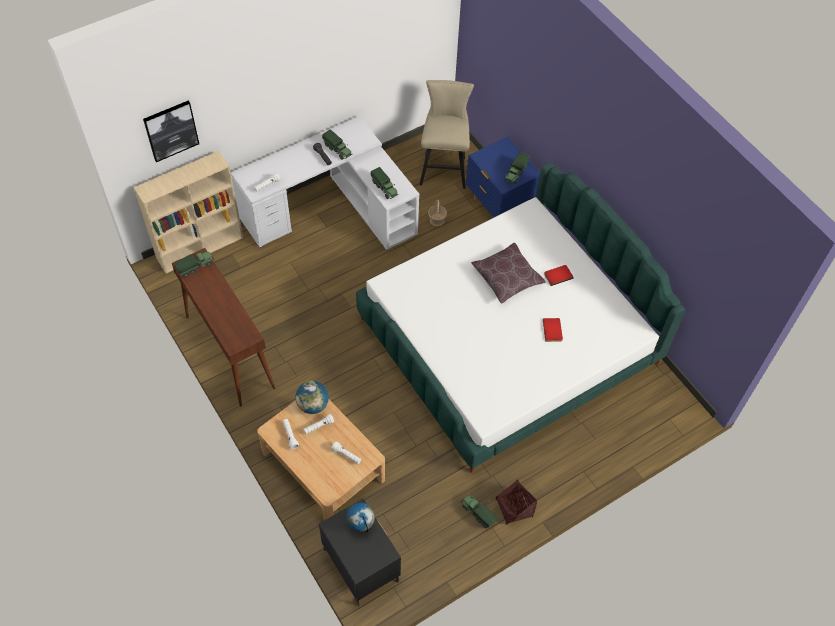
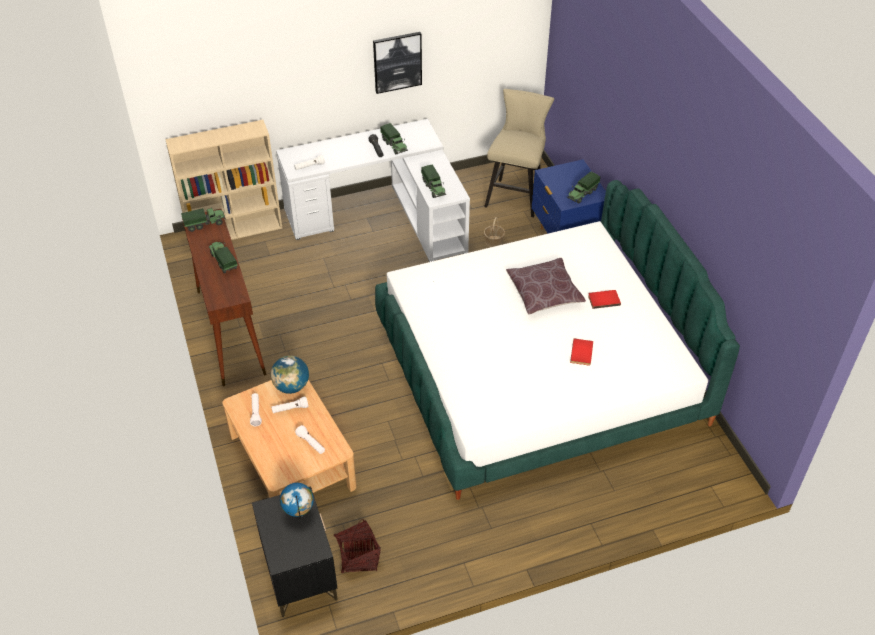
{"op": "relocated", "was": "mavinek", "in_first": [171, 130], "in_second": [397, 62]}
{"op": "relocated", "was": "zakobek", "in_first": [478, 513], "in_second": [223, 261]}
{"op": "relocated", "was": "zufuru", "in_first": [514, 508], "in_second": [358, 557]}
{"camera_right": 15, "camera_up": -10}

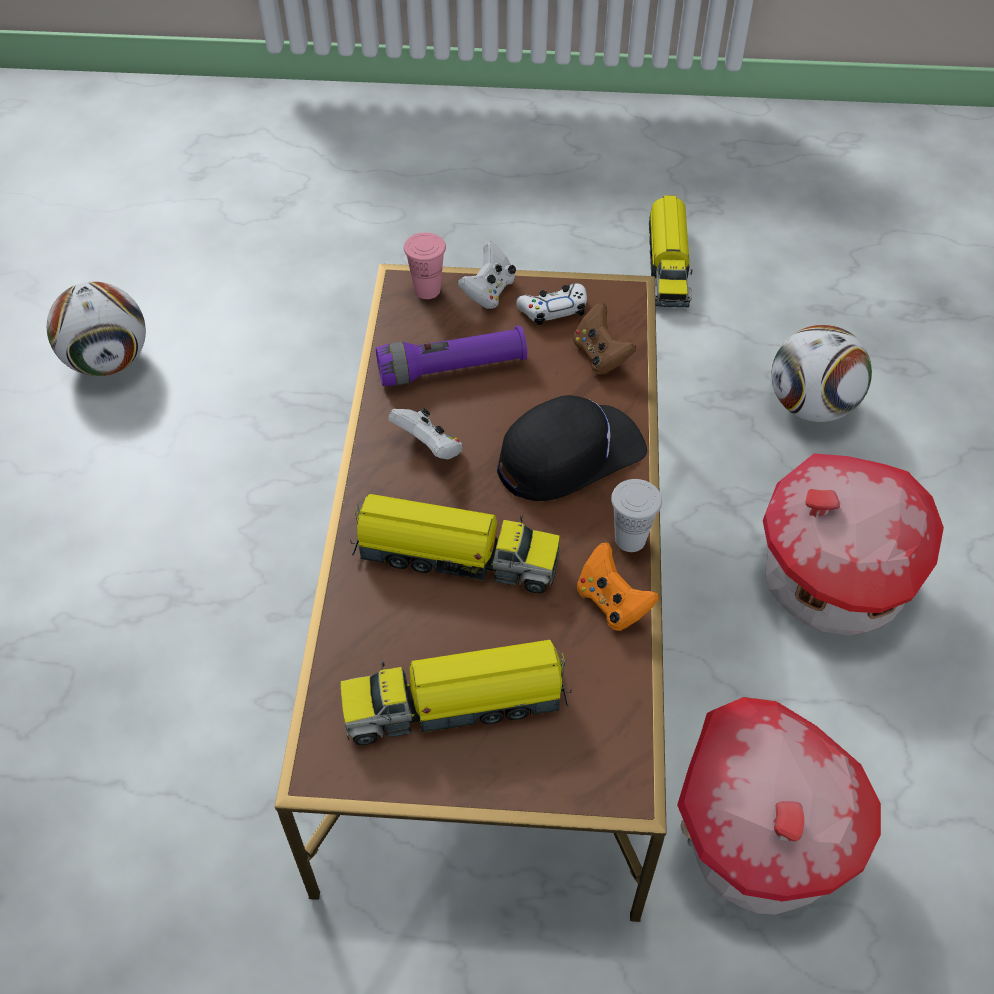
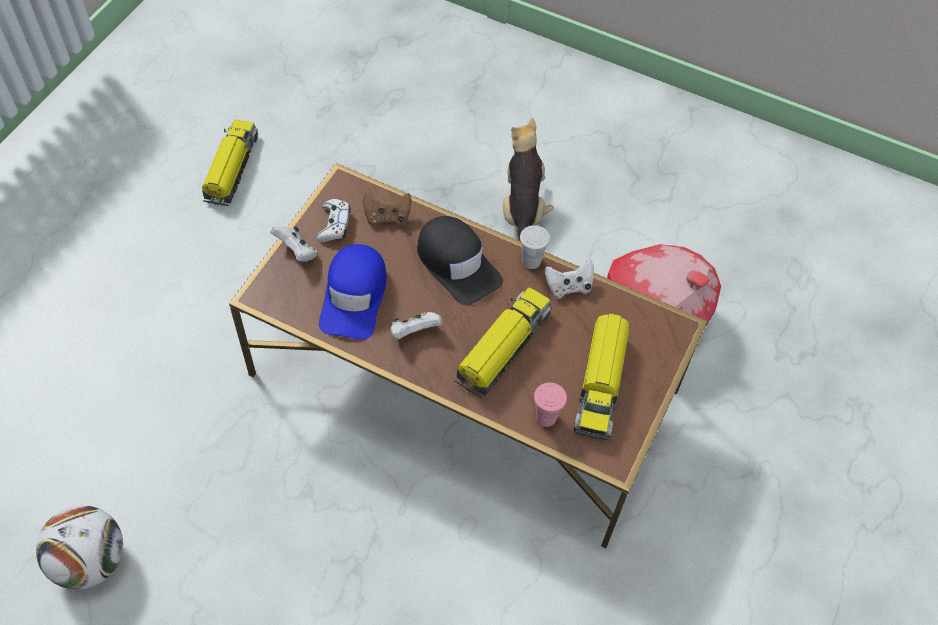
{"op": "missing", "was": "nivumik", "in_first": [811, 406]}
{"op": "relocated", "was": "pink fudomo", "in_first": [427, 290], "in_second": [546, 417]}
{"op": "exchanged", "was": "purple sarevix", "now": "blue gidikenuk", "in_first": [452, 369], "in_second": [354, 297]}
{"op": "exchanged", "was": "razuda", "now": "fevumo", "in_first": [831, 583], "in_second": [523, 210]}
{"op": "colour", "was": "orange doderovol", "now": "white doderovol", "in_first": [612, 602], "in_second": [568, 287]}
{"op": "spun", "was": "black gidikenuk", "in_first": [570, 455], "in_second": [457, 264], "clockwise": 150}
{"op": "spun", "was": "zakobek", "in_first": [667, 265], "in_second": [231, 169], "clockwise": -105}
{"camera_right": -70, "camera_up": 5}

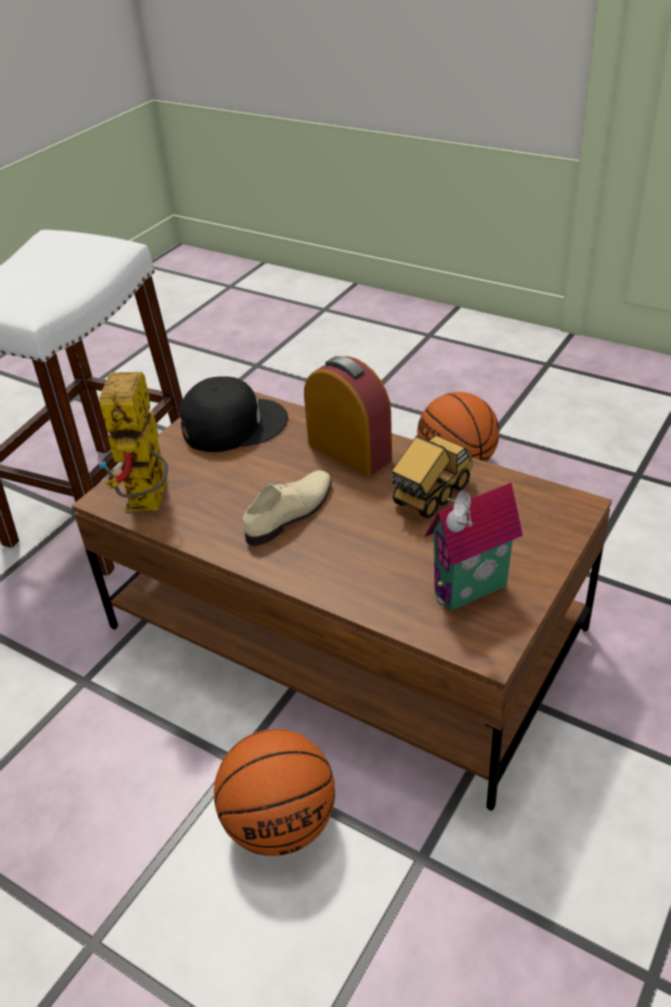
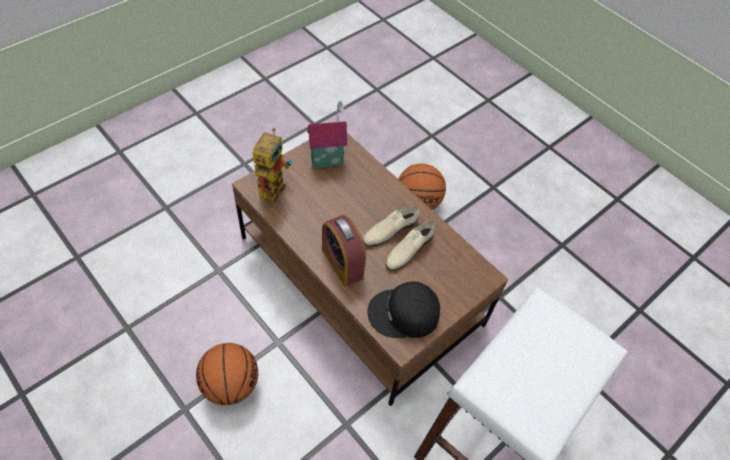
{"op": "missing", "was": "zakobek", "in_first": [430, 496]}
{"op": "appeared", "now": "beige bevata", "in_second": [408, 249]}
{"op": "relocated", "was": "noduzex", "in_first": [150, 503], "in_second": [272, 186]}
{"camera_right": -170, "camera_up": 15}

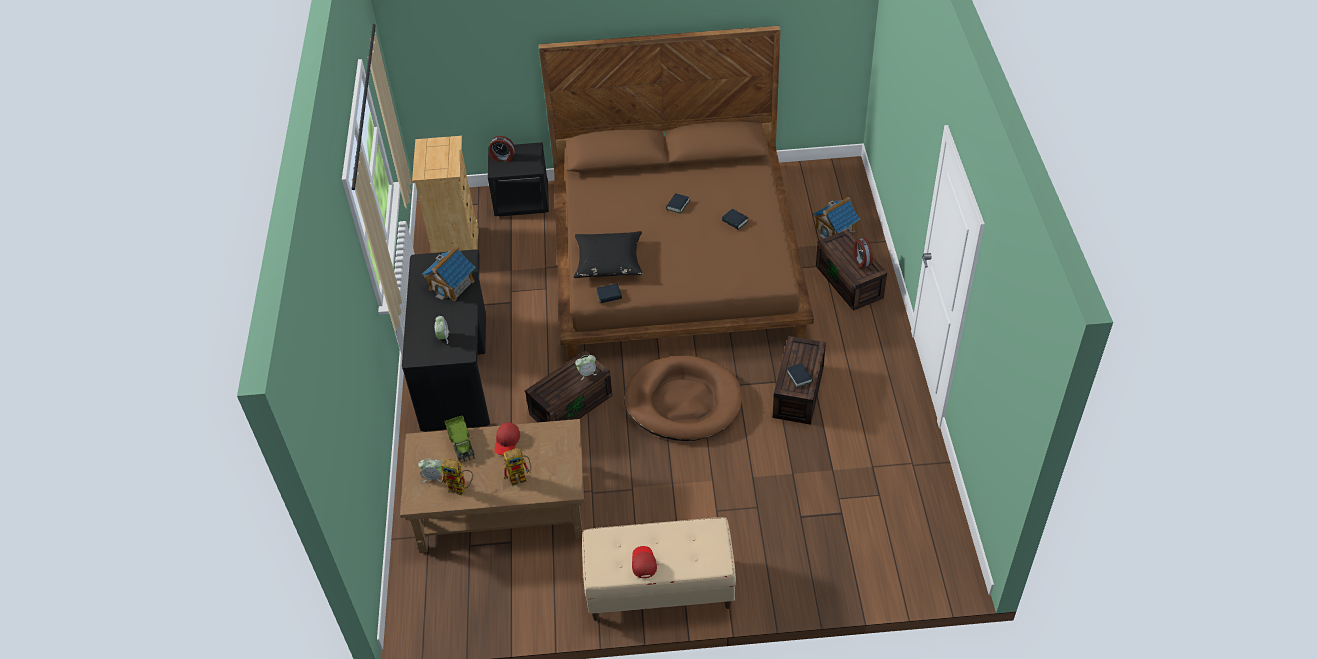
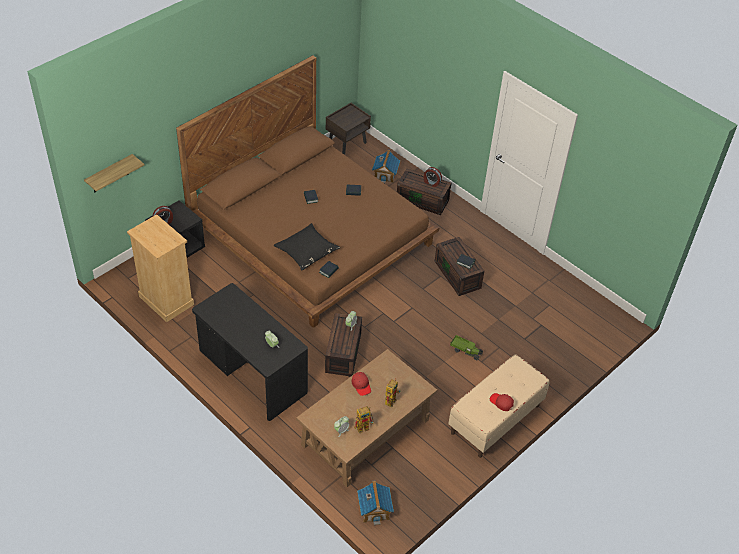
{"op": "missing", "was": "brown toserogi", "in_first": [683, 402]}
{"op": "appeared", "now": "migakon", "in_second": [109, 174]}
{"op": "appeared", "now": "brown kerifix", "in_second": [347, 144]}
{"op": "relocated", "was": "razuda", "in_first": [452, 285], "in_second": [374, 509]}
{"op": "relocated", "was": "zakobek", "in_first": [461, 444], "in_second": [466, 351]}
{"camera_right": -45, "camera_up": 0}

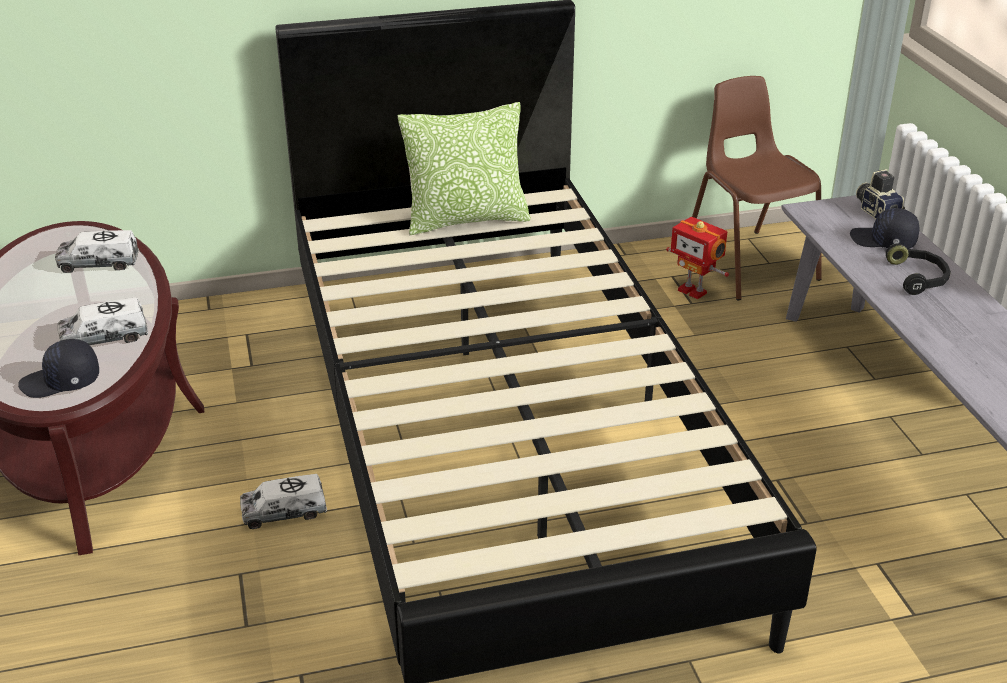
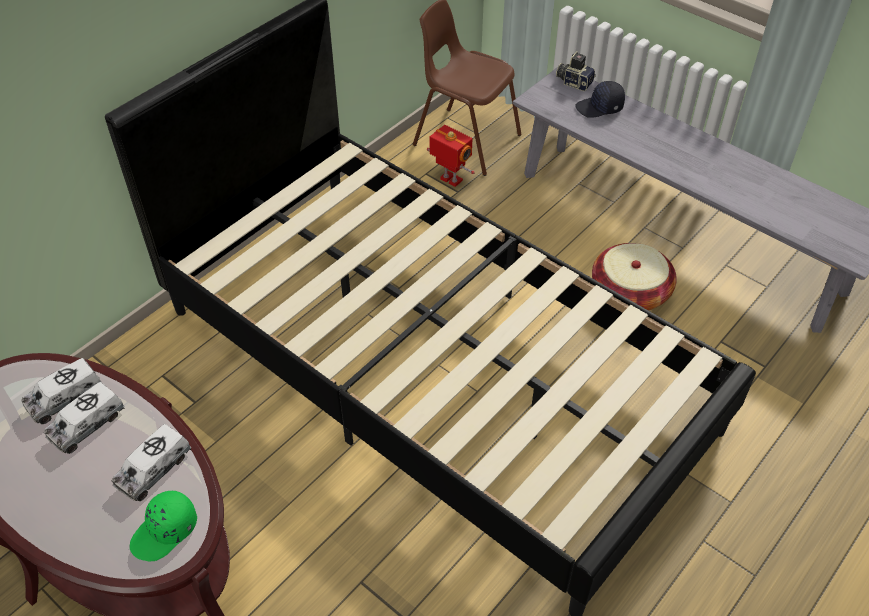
{"op": "missing", "was": "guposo", "in_first": [466, 220]}
{"op": "missing", "was": "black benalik", "in_first": [918, 278]}
{"op": "appeared", "now": "zufuru", "in_second": [630, 293]}
{"op": "relocated", "was": "zakobek", "in_first": [284, 512], "in_second": [87, 425]}
{"op": "colour", "was": "black gidikenuk", "now": "green gidikenuk", "in_first": [61, 382], "in_second": [165, 532]}
{"op": "spun", "was": "noduzex", "in_first": [693, 291], "in_second": [450, 180], "clockwise": -150}
{"camera_right": -35, "camera_up": 15}

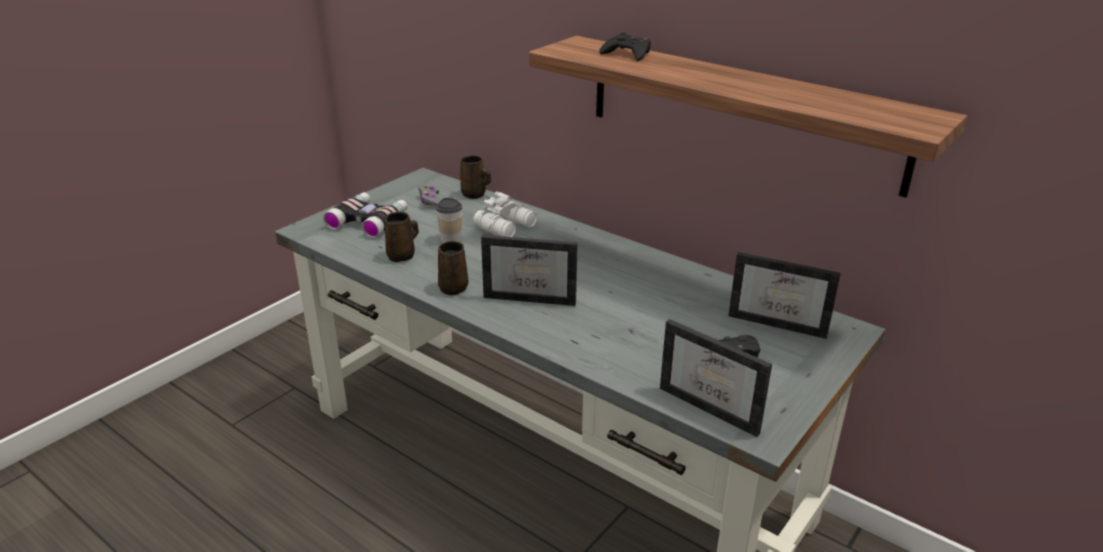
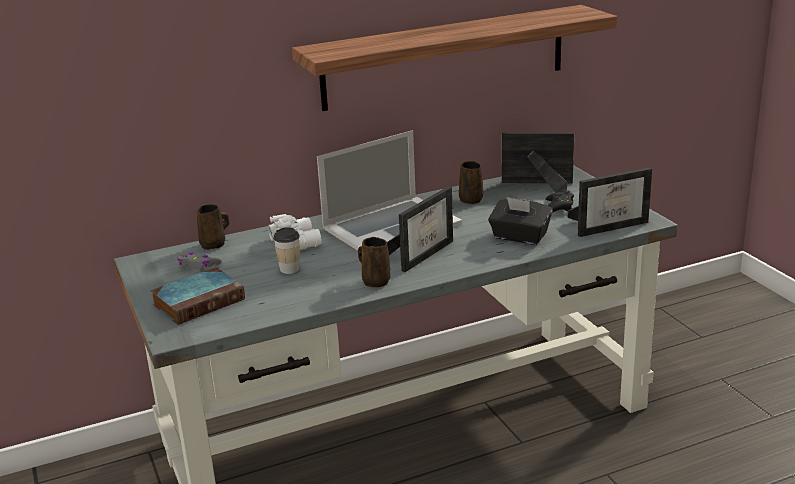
{"op": "missing", "was": "black doderovol", "in_first": [627, 54]}
{"op": "appeared", "now": "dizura", "in_second": [391, 226]}
{"op": "appeared", "now": "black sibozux", "in_second": [519, 237]}
{"op": "relocated", "was": "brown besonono", "in_first": [402, 256], "in_second": [470, 199]}
{"op": "exchanged", "was": "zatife", "now": "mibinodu", "in_first": [369, 221], "in_second": [200, 301]}
{"op": "spun", "was": "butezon", "in_first": [780, 321], "in_second": [535, 185], "clockwise": -135}
{"camera_right": -60, "camera_up": -5}

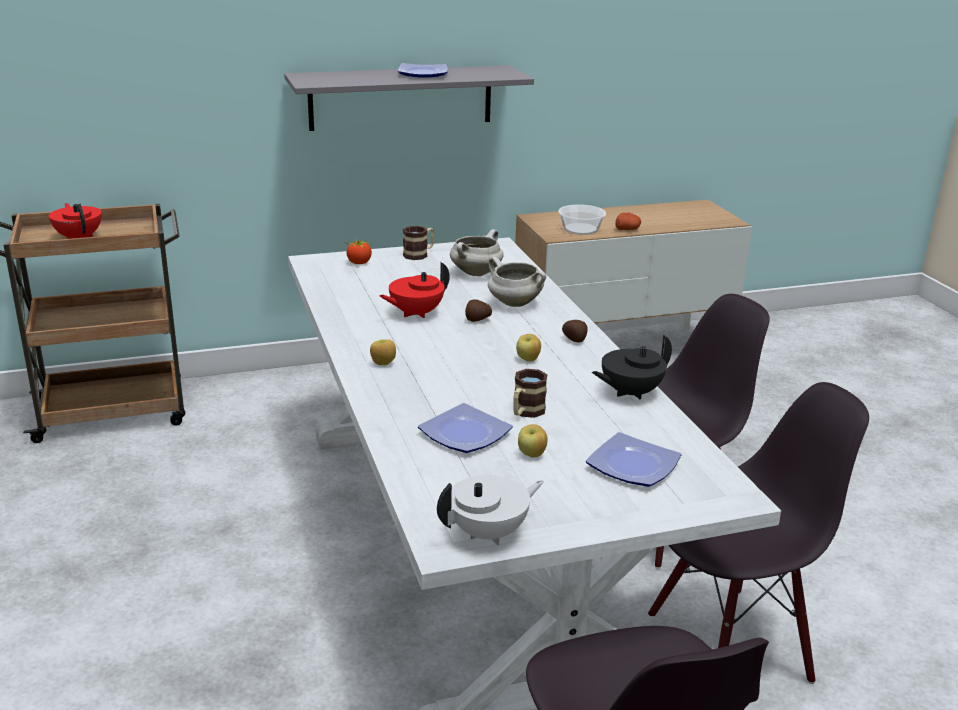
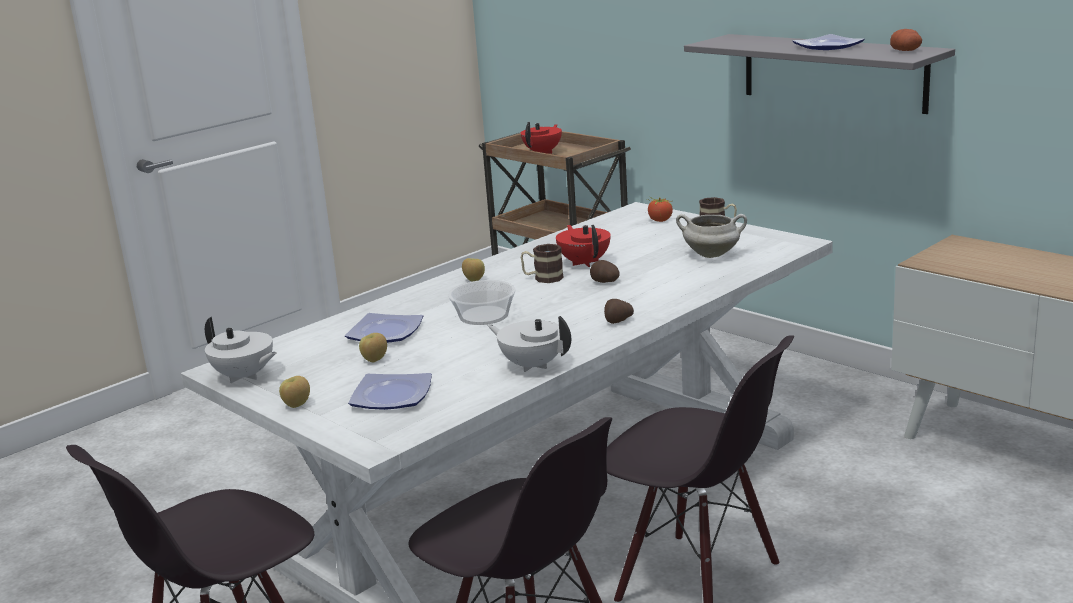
{"op": "missing", "was": "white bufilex", "in_first": [513, 303]}
{"op": "relocated", "was": "besonono", "in_first": [525, 412], "in_second": [542, 278]}
{"op": "relocated", "was": "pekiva", "in_first": [528, 359], "in_second": [296, 405]}
{"op": "relocated", "was": "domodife", "in_first": [580, 229], "in_second": [483, 315]}
{"op": "relocated", "was": "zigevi", "in_first": [627, 229], "in_second": [906, 51]}
{"op": "colour", "was": "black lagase", "now": "white lagase", "in_first": [629, 392], "in_second": [532, 365]}
{"op": "spun", "was": "red lagase", "in_first": [415, 313], "in_second": [584, 262], "clockwise": 45}
{"camera_right": 65, "camera_up": -5}

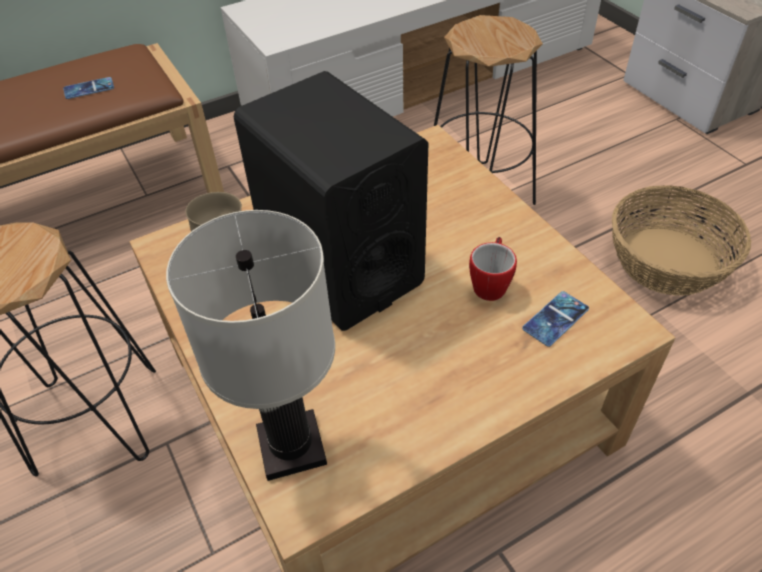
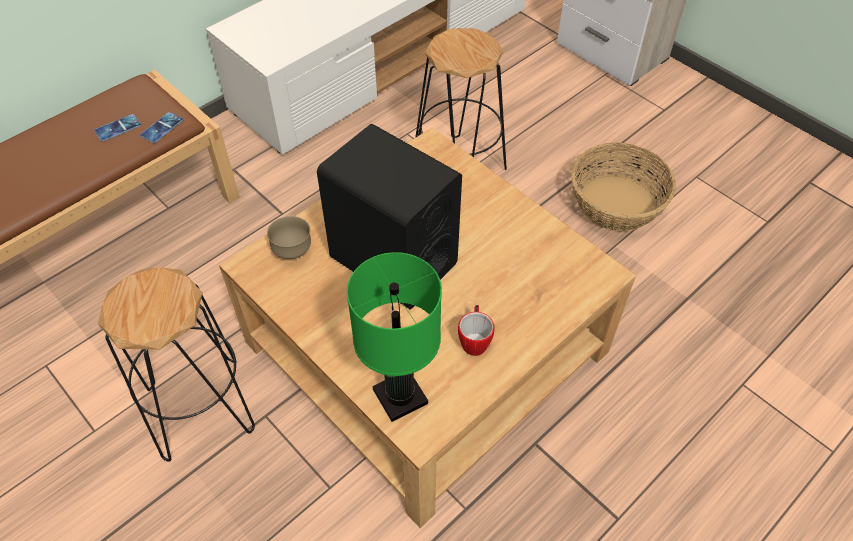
{"op": "relocated", "was": "besonono", "in_first": [490, 283], "in_second": [474, 340]}
{"op": "relocated", "was": "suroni", "in_first": [555, 319], "in_second": [162, 128]}
{"op": "colour", "was": "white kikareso", "now": "green kikareso", "in_first": [292, 447], "in_second": [401, 397]}
{"camera_right": -15, "camera_up": 5}

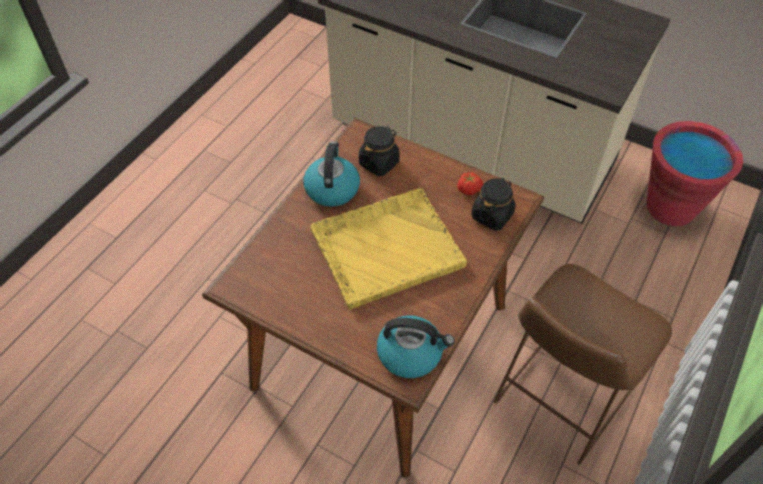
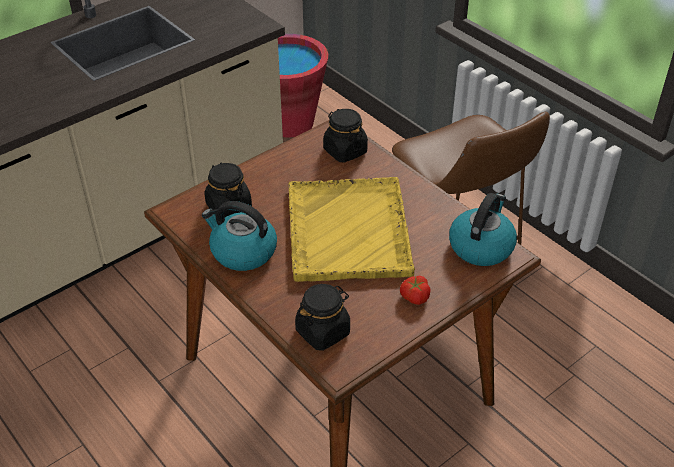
{"op": "appeared", "now": "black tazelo", "in_second": [323, 332]}
{"op": "relocated", "was": "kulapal", "in_first": [468, 188], "in_second": [414, 297]}
{"camera_right": -70, "camera_up": -10}

